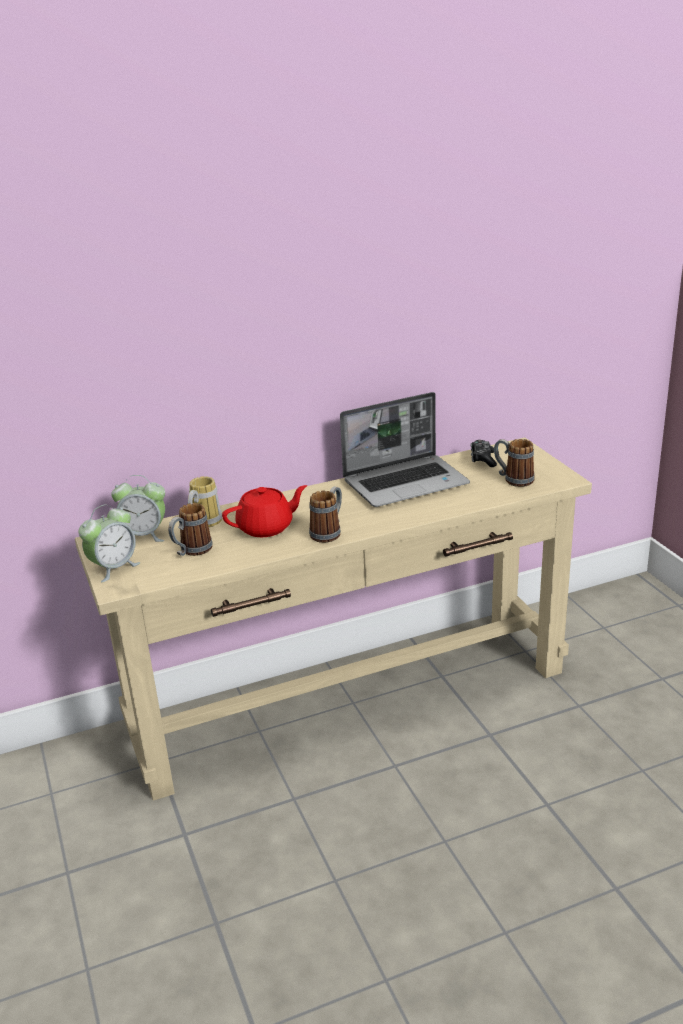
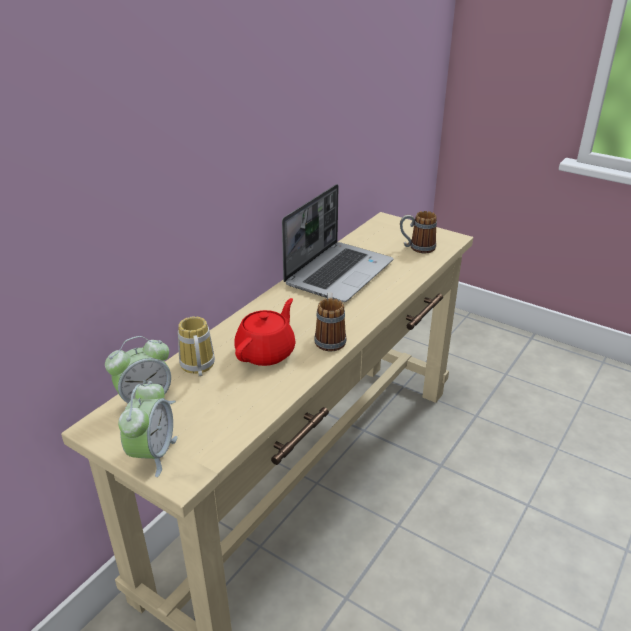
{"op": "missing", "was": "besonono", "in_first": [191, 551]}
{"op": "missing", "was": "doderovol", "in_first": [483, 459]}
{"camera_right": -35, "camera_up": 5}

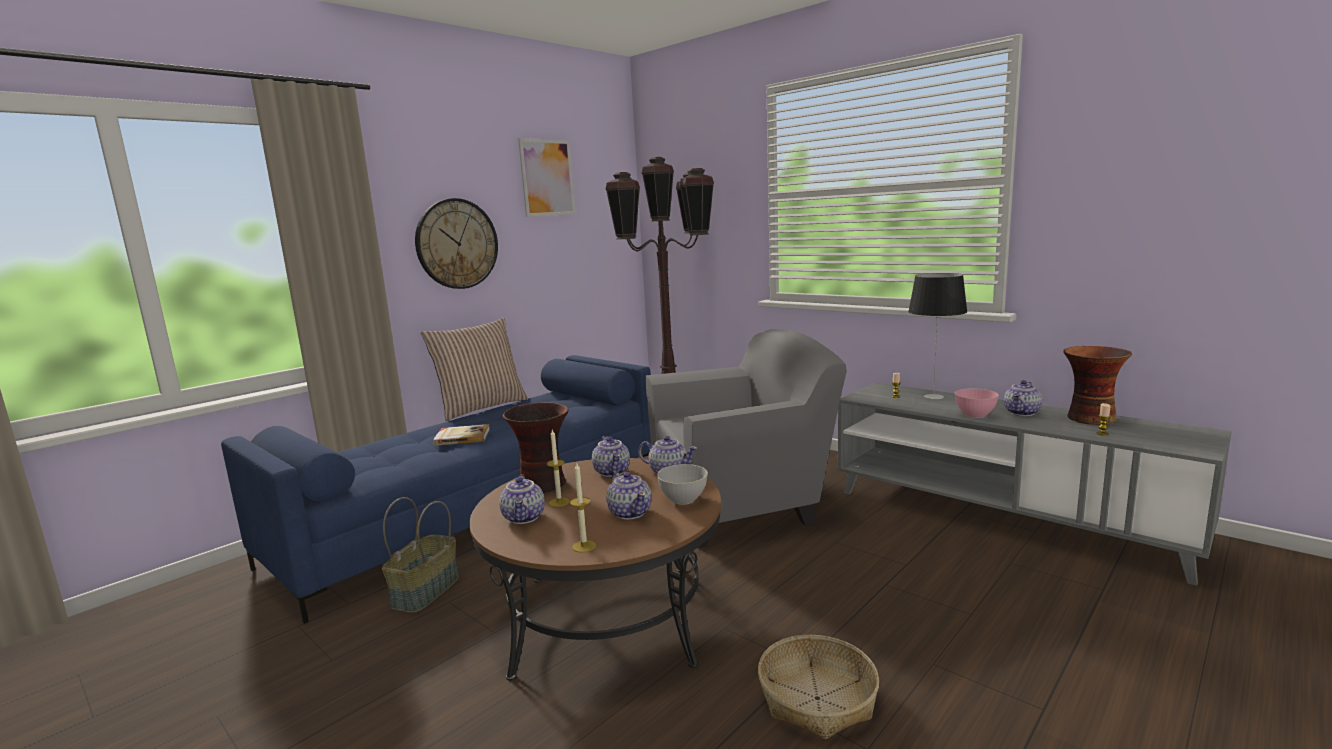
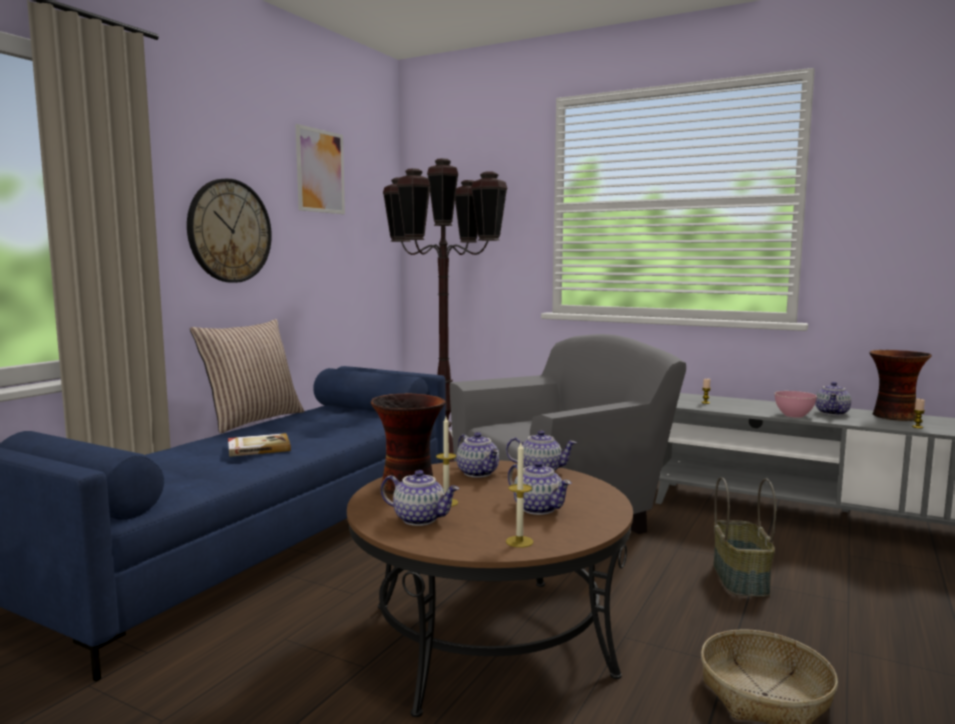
{"op": "missing", "was": "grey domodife", "in_first": [683, 499]}
{"op": "missing", "was": "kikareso", "in_first": [934, 397]}
{"op": "relocated", "was": "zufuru", "in_first": [426, 592], "in_second": [741, 579]}
{"op": "spun", "was": "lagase", "in_first": [525, 517], "in_second": [420, 519], "clockwise": -45}
{"camera_right": -15, "camera_up": -5}

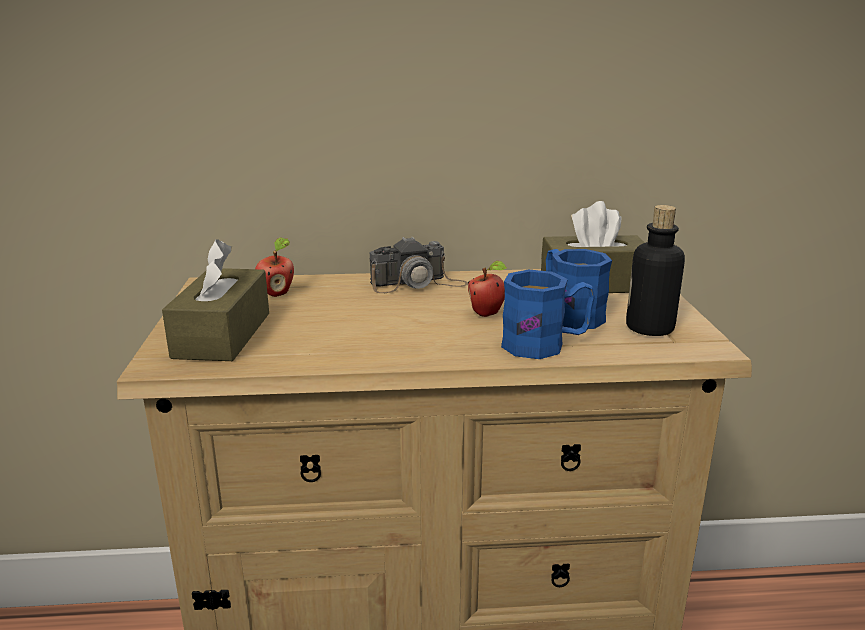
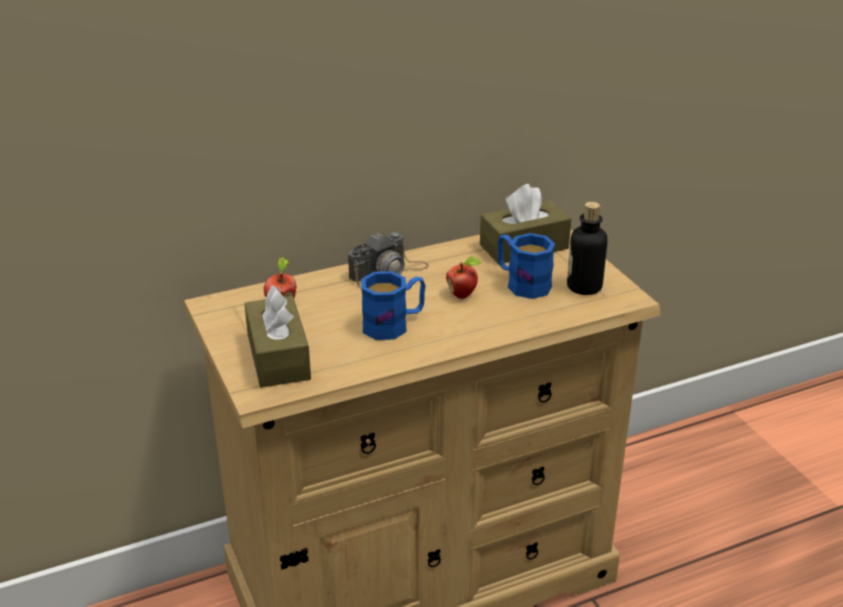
{"op": "relocated", "was": "blue besonono", "in_first": [545, 344], "in_second": [394, 324]}
{"camera_right": -20, "camera_up": 10}

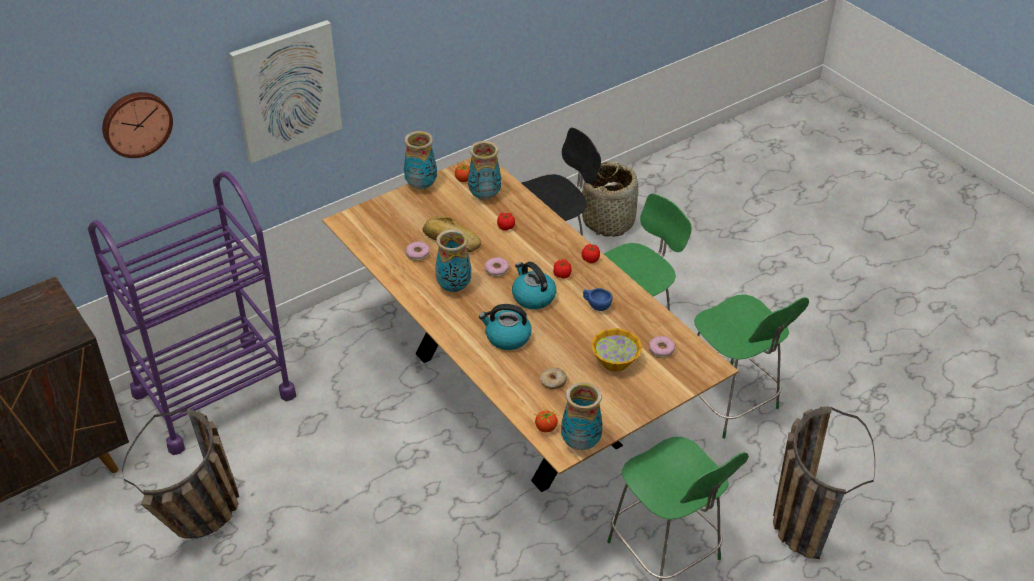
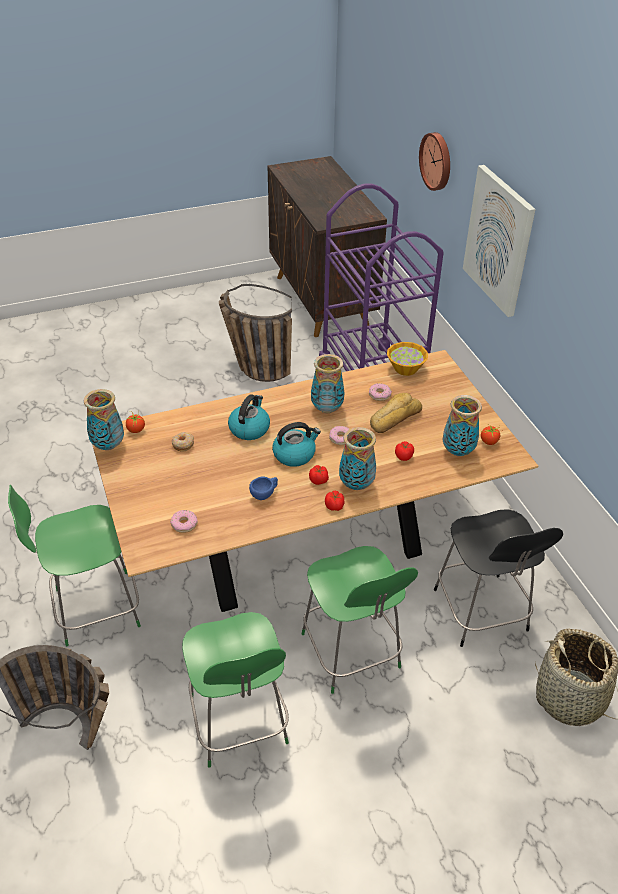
{"op": "relocated", "was": "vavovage", "in_first": [421, 185], "in_second": [357, 484]}
{"op": "relocated", "was": "domodife", "in_first": [614, 361], "in_second": [405, 368]}
{"op": "spun", "was": "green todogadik", "in_first": [730, 403], "in_second": [239, 723], "clockwise": -90}
{"camera_right": 105, "camera_up": 0}

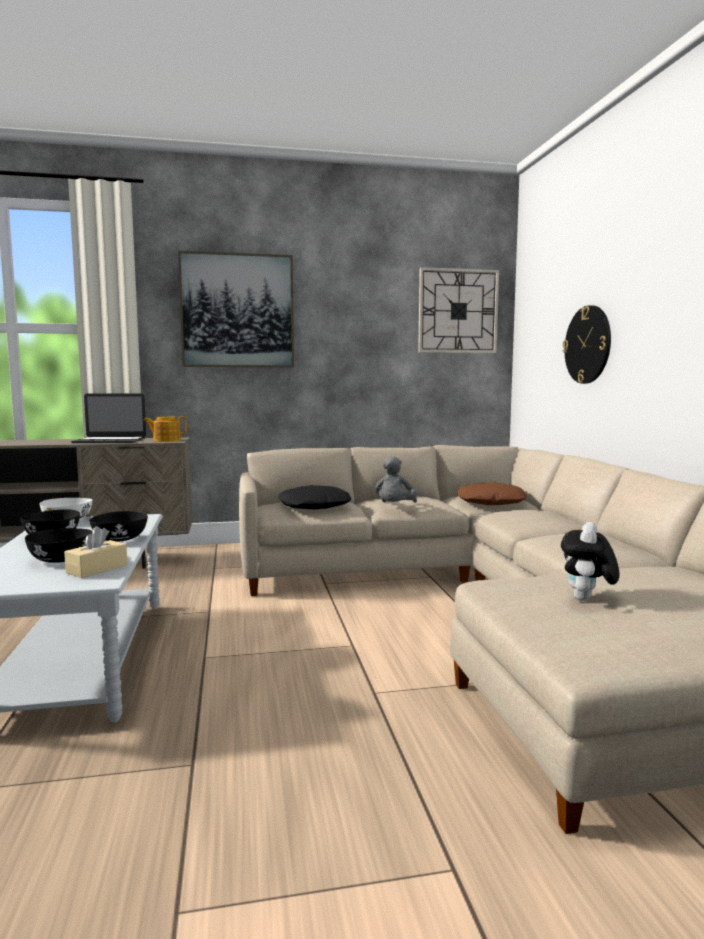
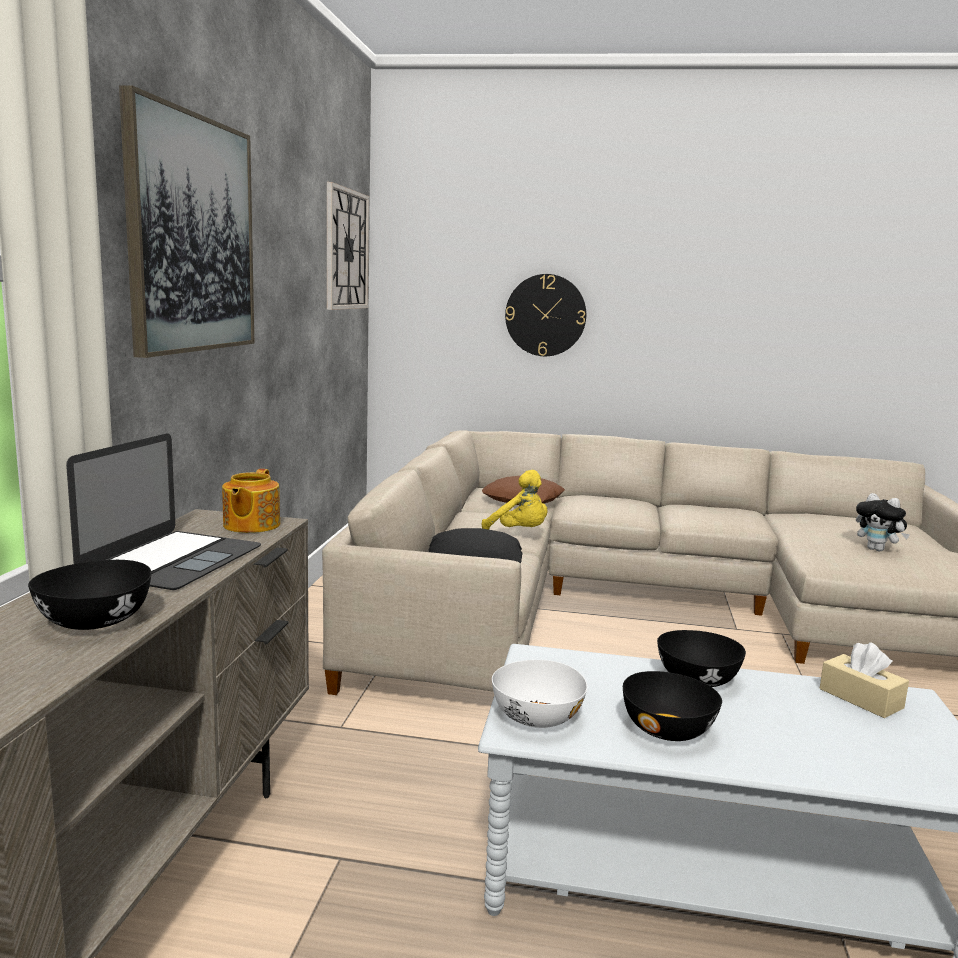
{"op": "relocated", "was": "black domodife", "in_first": [60, 560], "in_second": [94, 622]}
{"op": "colour", "was": "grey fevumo", "now": "yellow fevumo", "in_first": [395, 507], "in_second": [519, 532]}
{"camera_right": -70, "camera_up": 5}

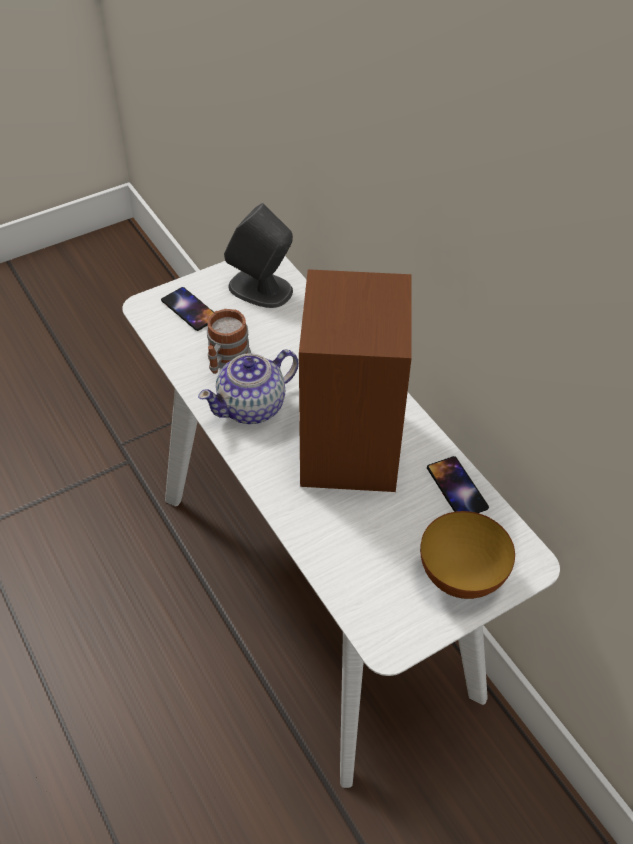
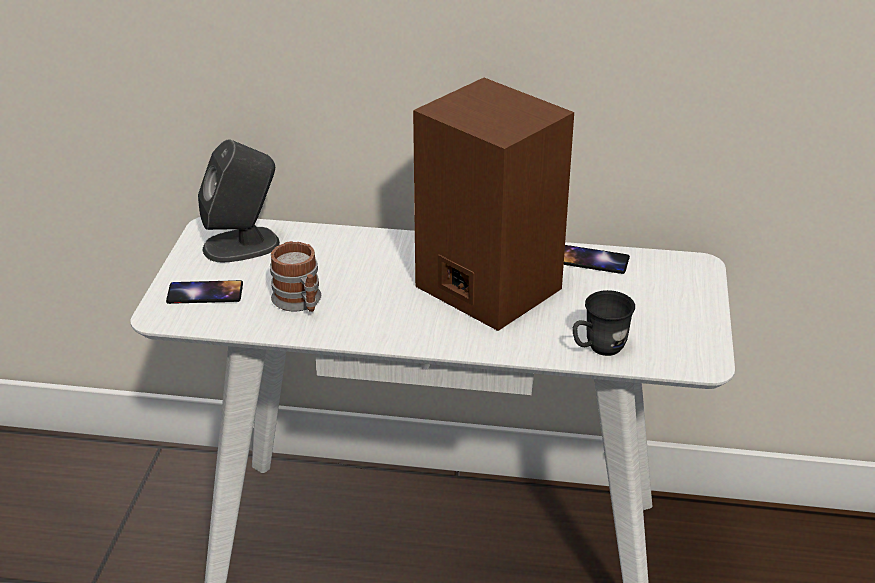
{"op": "missing", "was": "lagase", "in_first": [252, 407]}
{"op": "missing", "was": "domodife", "in_first": [461, 577]}
{"op": "appeared", "now": "grey besonono", "in_second": [598, 349]}
{"camera_right": -50, "camera_up": -15}

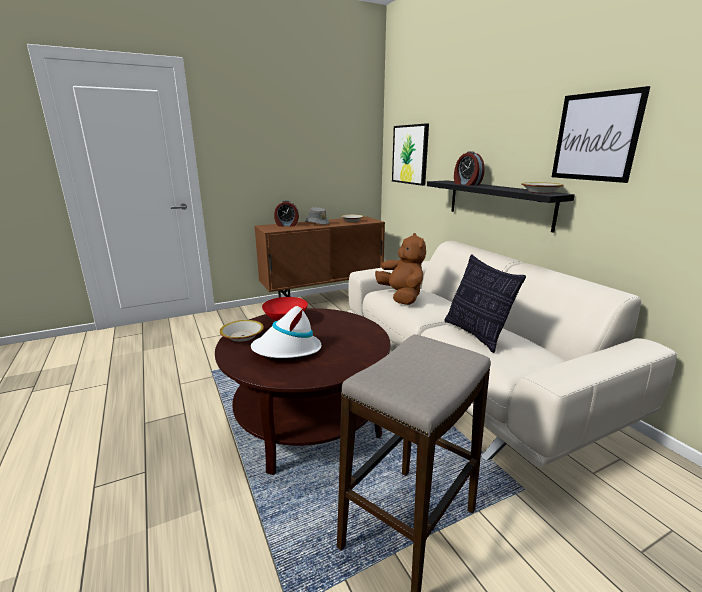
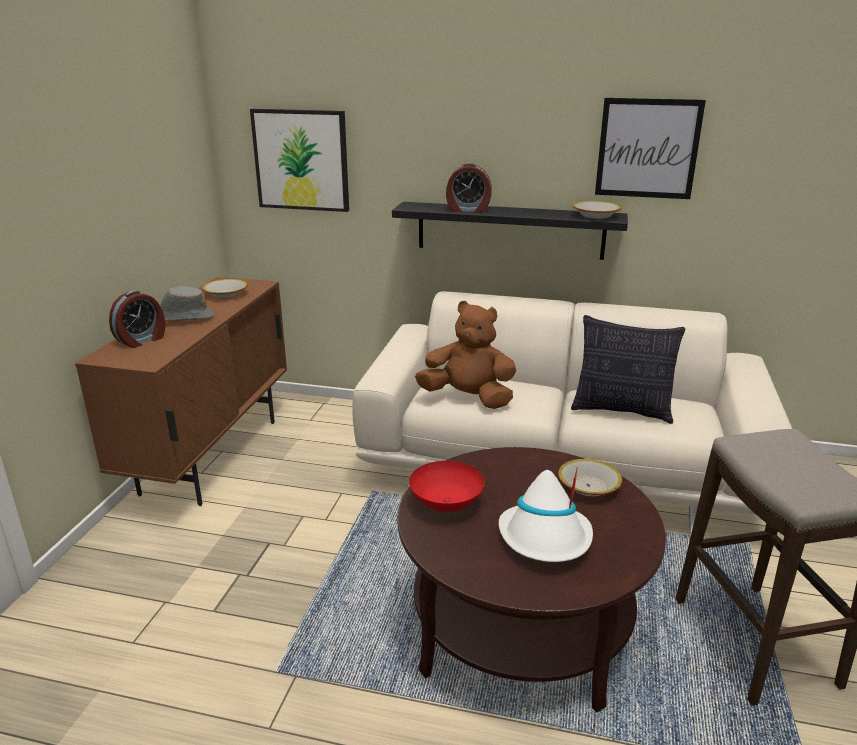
{"op": "relocated", "was": "domodife", "in_first": [243, 336], "in_second": [588, 486]}
{"camera_right": -50, "camera_up": 5}

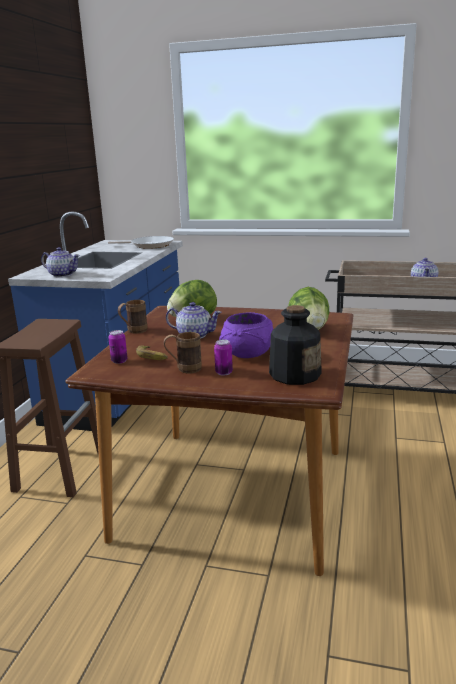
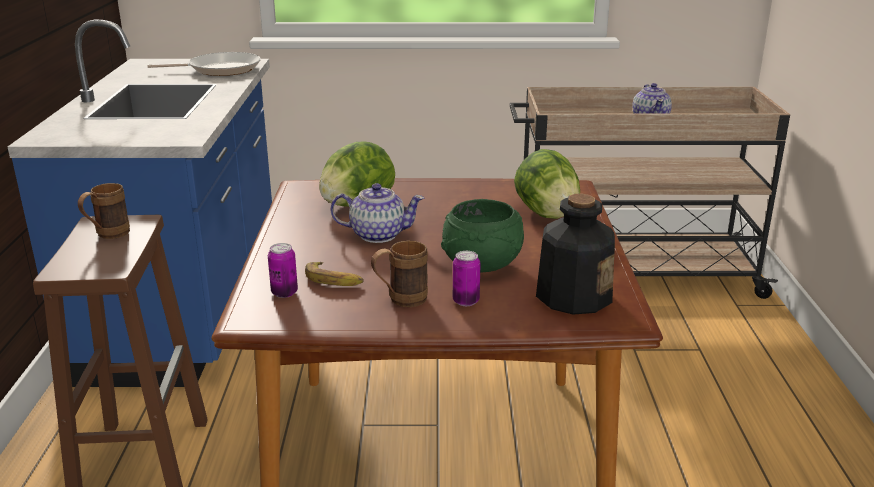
{"op": "missing", "was": "lagase", "in_first": [62, 275]}
{"op": "relocated", "was": "brown besonono", "in_first": [133, 331], "in_second": [107, 235]}
{"op": "colour", "was": "purple domodife", "now": "green domodife", "in_first": [248, 354], "in_second": [483, 264]}
{"camera_right": -15, "camera_up": 5}

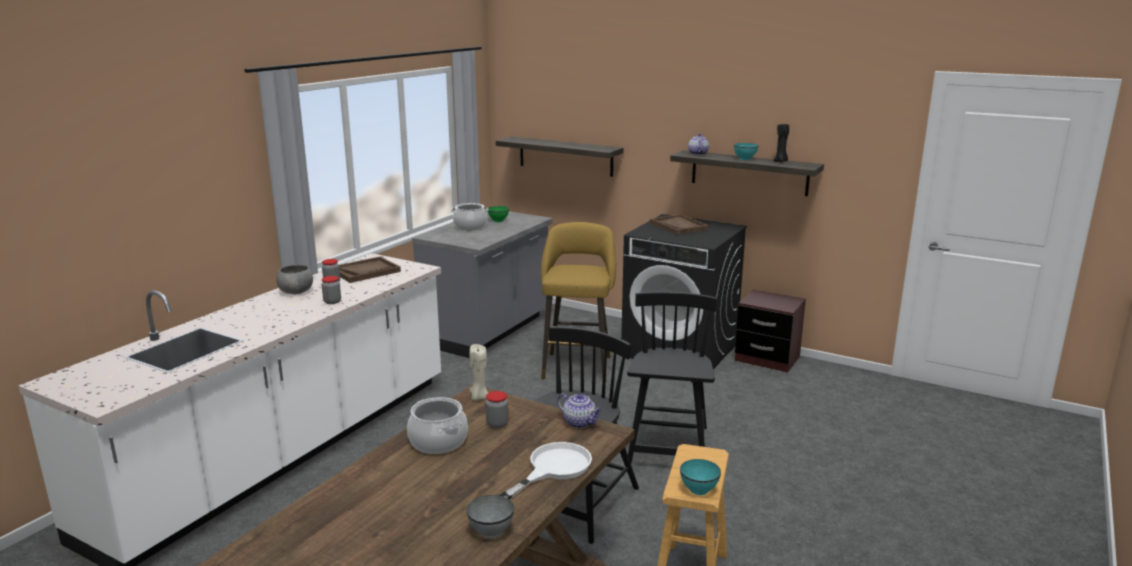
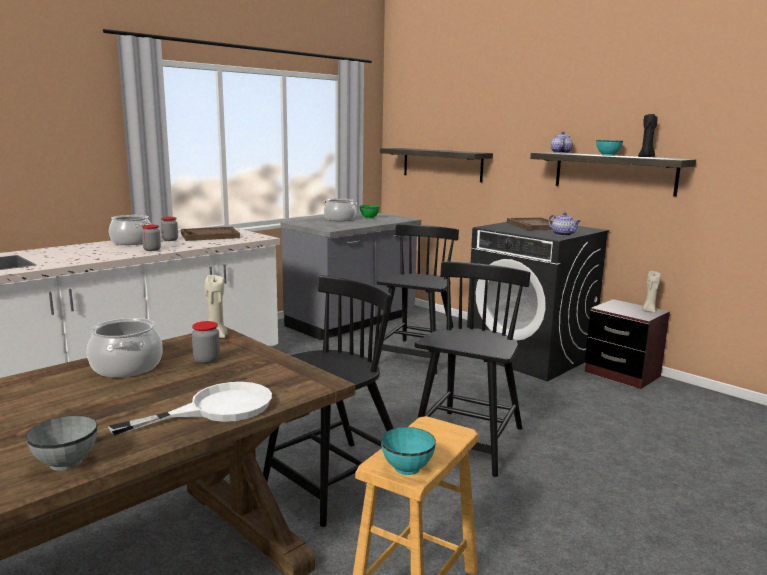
{"op": "appeared", "now": "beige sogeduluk", "in_second": [648, 311]}
{"op": "relocated", "was": "lagase", "in_first": [580, 423], "in_second": [563, 234]}
{"op": "exchanged", "was": "grey domodife", "now": "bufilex", "in_first": [296, 292], "in_second": [131, 242]}
{"op": "exchanged", "was": "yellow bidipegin", "now": "black todogadik", "in_first": [577, 365], "in_second": [417, 357]}
{"camera_right": 15, "camera_up": -5}

